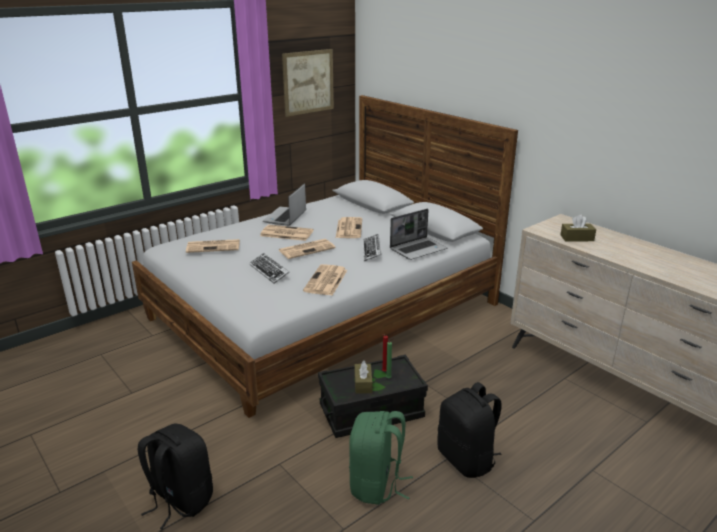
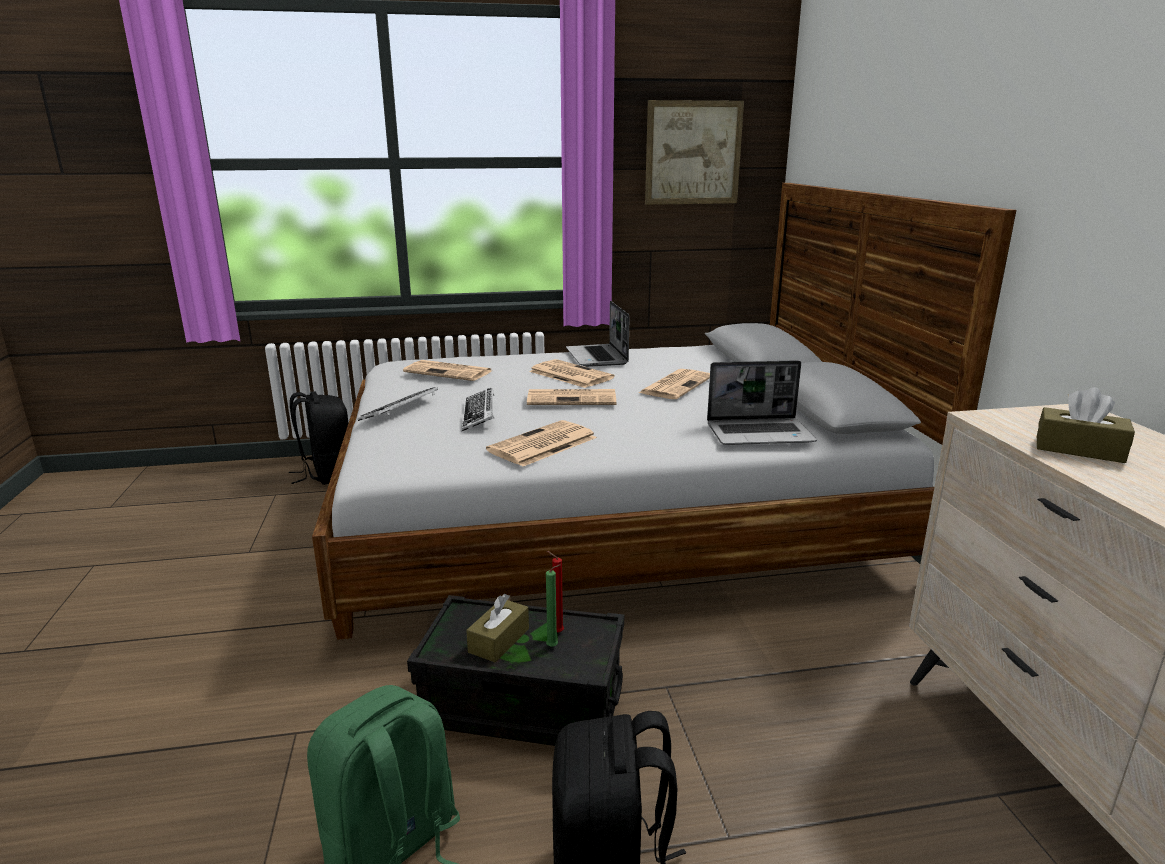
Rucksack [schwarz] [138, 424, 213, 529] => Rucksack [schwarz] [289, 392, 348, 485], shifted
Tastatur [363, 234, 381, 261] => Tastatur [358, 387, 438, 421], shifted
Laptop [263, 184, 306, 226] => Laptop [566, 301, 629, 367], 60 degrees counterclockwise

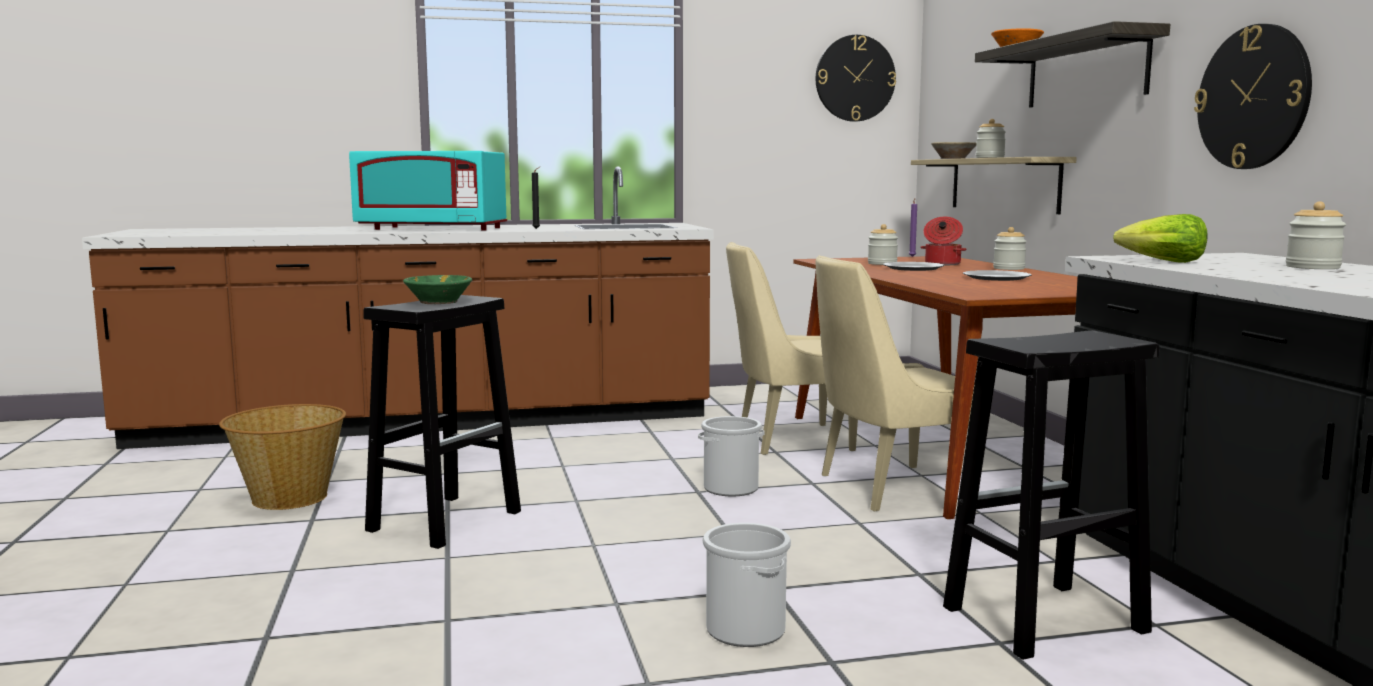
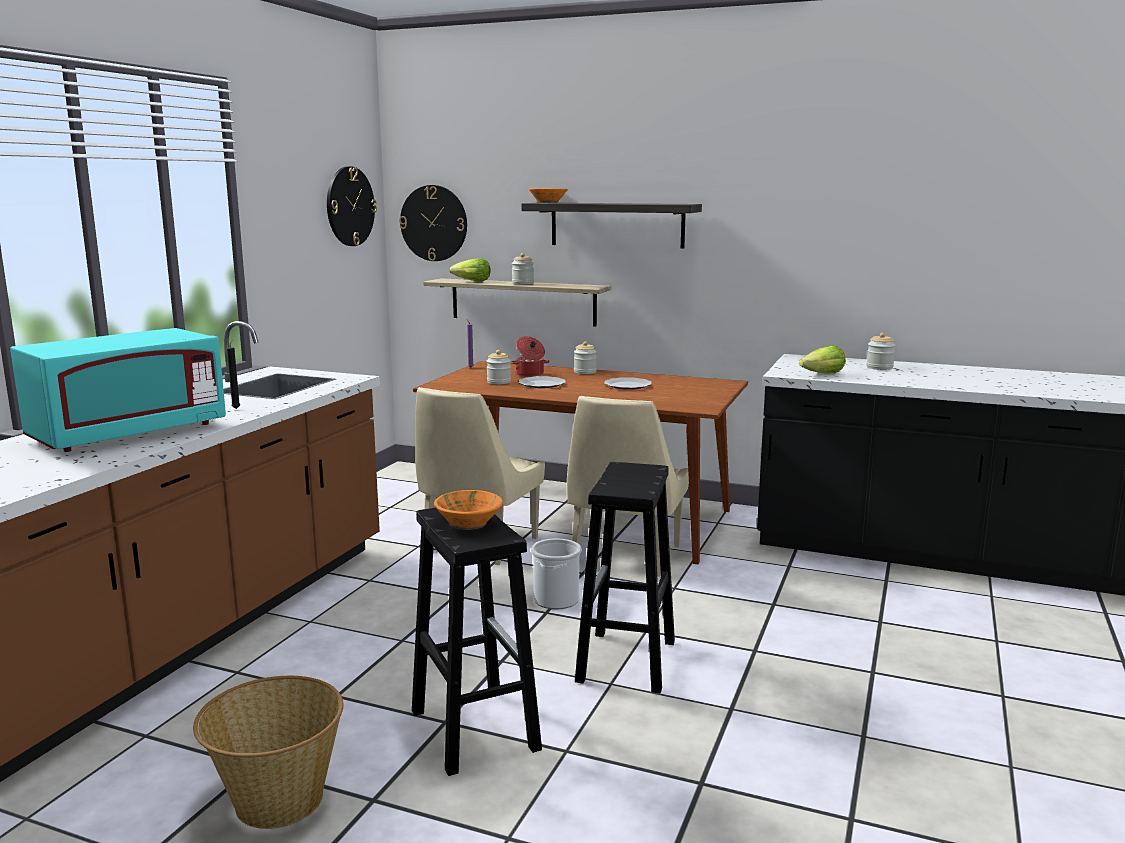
Wanduhr [1194, 24, 1312, 169] => Wanduhr [399, 185, 467, 261], shifted
Schüssel [grün] [403, 275, 472, 304] => Schüssel [orange] [434, 490, 503, 530]
Schüssel [beige] [931, 142, 977, 159] => Salatkopf [449, 258, 490, 282]
Hocker [schwarz] [943, 330, 1159, 660] => Hocker [schwarz] [575, 462, 675, 693], shifted
Eimer [703, 523, 791, 647] => nothing

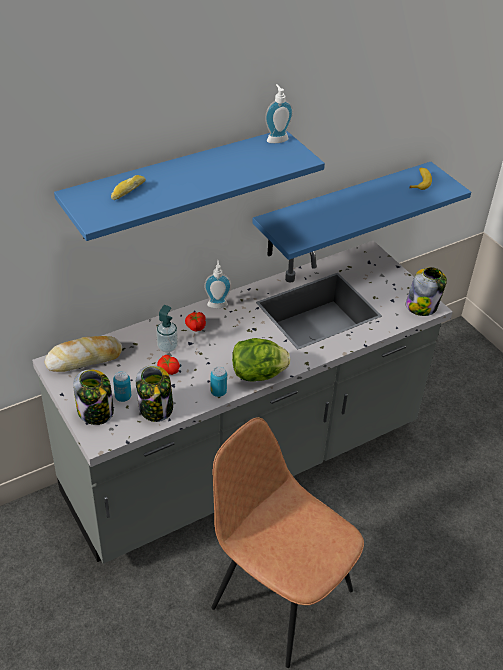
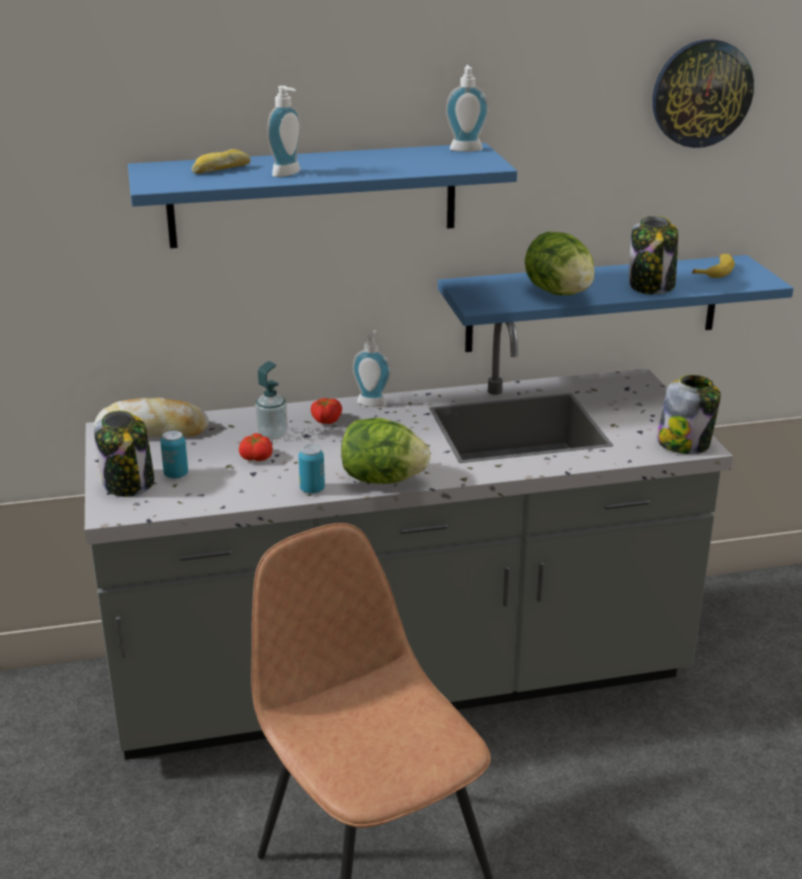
nothing => Seifenspender [267, 86, 301, 177]
nothing => Salatkopf [525, 232, 595, 295]
Vorratsglas [136, 365, 173, 422] => Vorratsglas [629, 216, 678, 294], shifted
nothing => Wanduhr [653, 39, 754, 148]

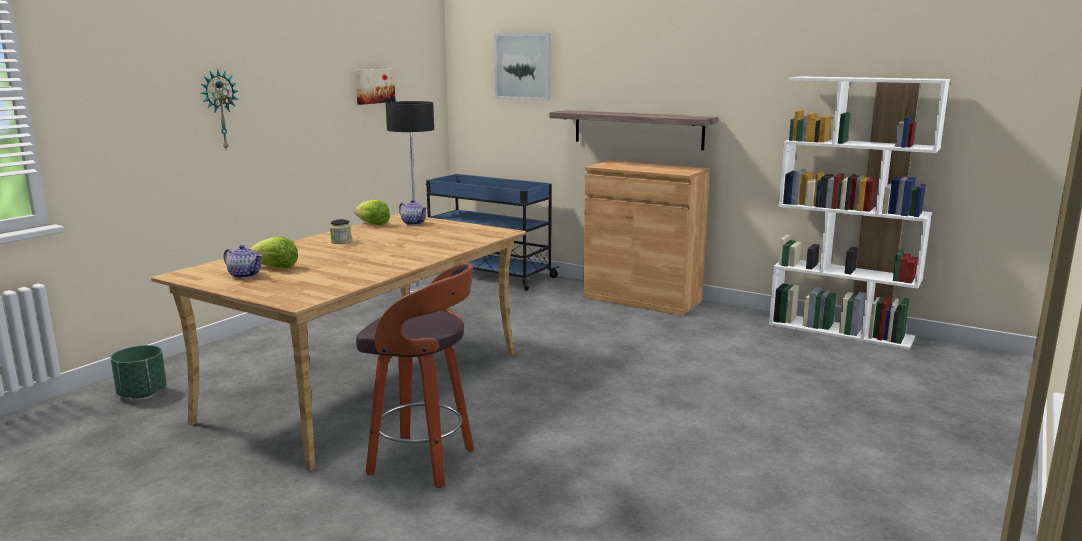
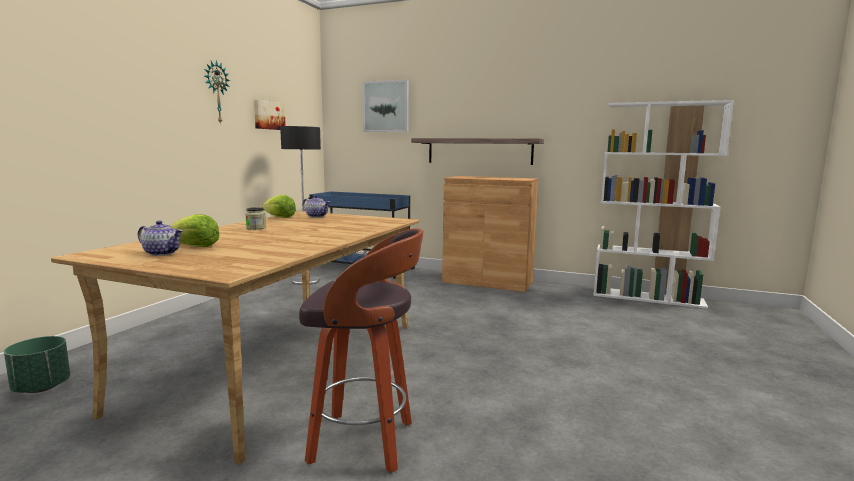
Wanduhr [201, 69, 238, 151] => Wanduhr [205, 60, 230, 124], shifted

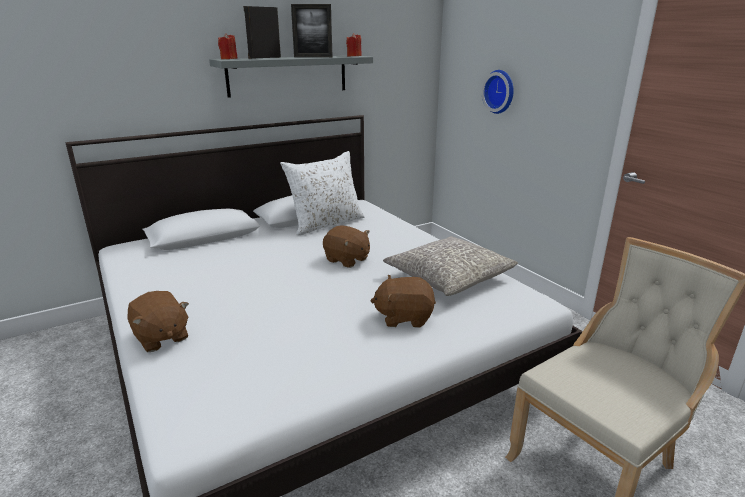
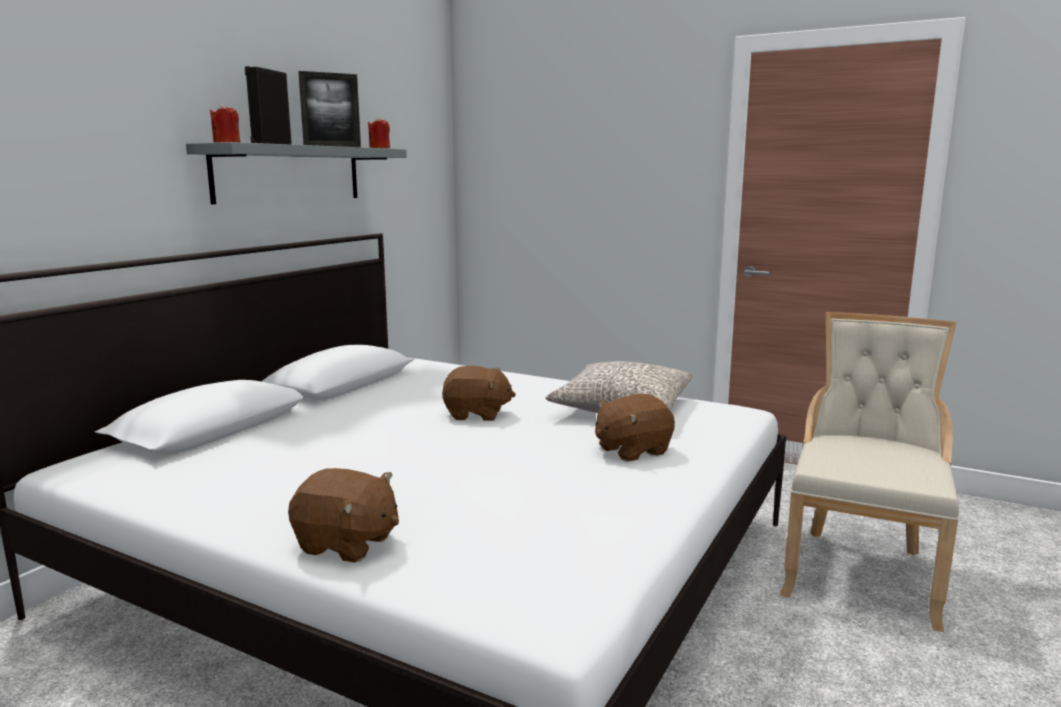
Kissen [weiß] [280, 151, 365, 235] => nothing
Wanduhr [482, 70, 514, 114] => nothing

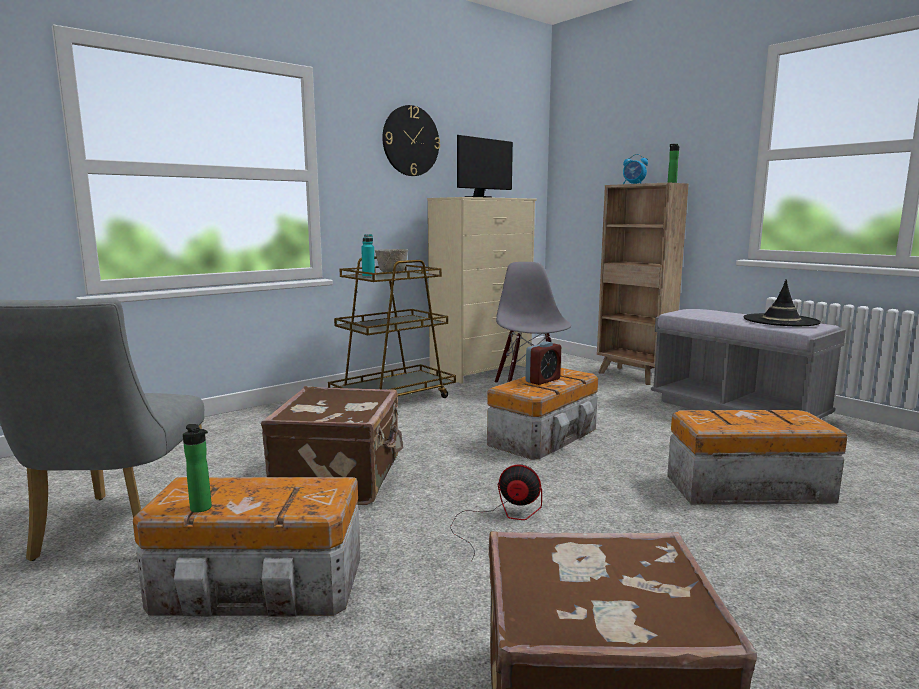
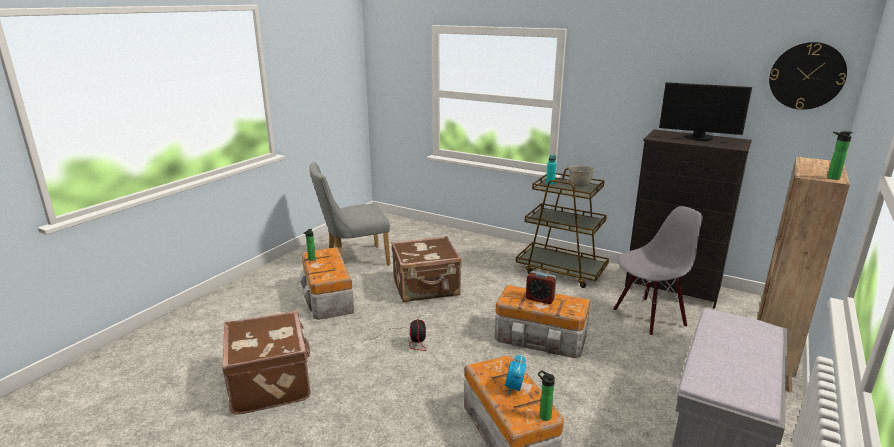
Wecker [623, 154, 648, 184] => Wecker [505, 354, 526, 394], shifted
nothing => Flasche [538, 370, 555, 421]
Kommode [beige] [427, 197, 537, 384] => Kommode [schwarz] [625, 129, 752, 308]
Wanduhr [383, 105, 440, 176] => Wanduhr [769, 42, 847, 110], shifted
Hut [schwarz] [743, 279, 821, 326] => nothing

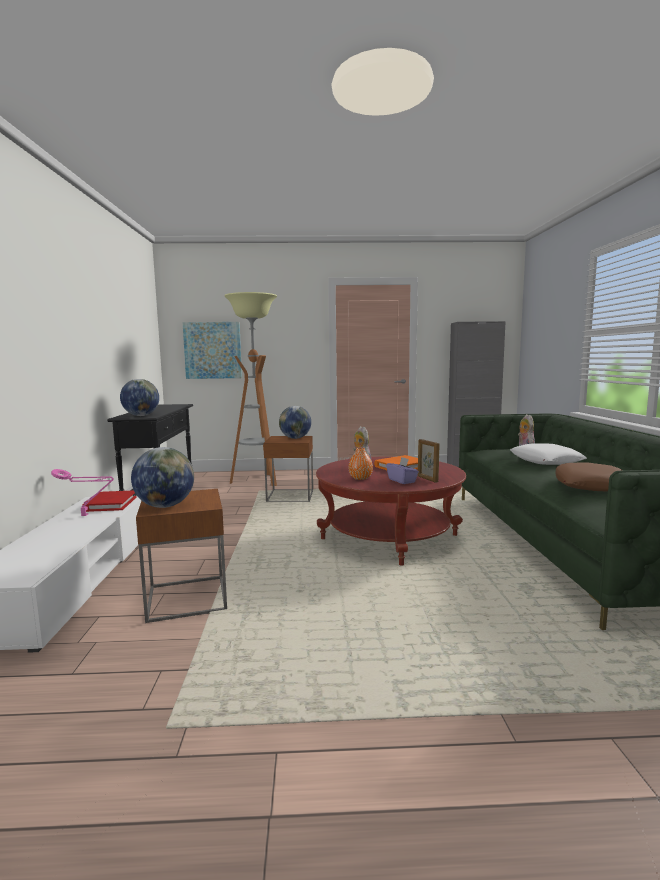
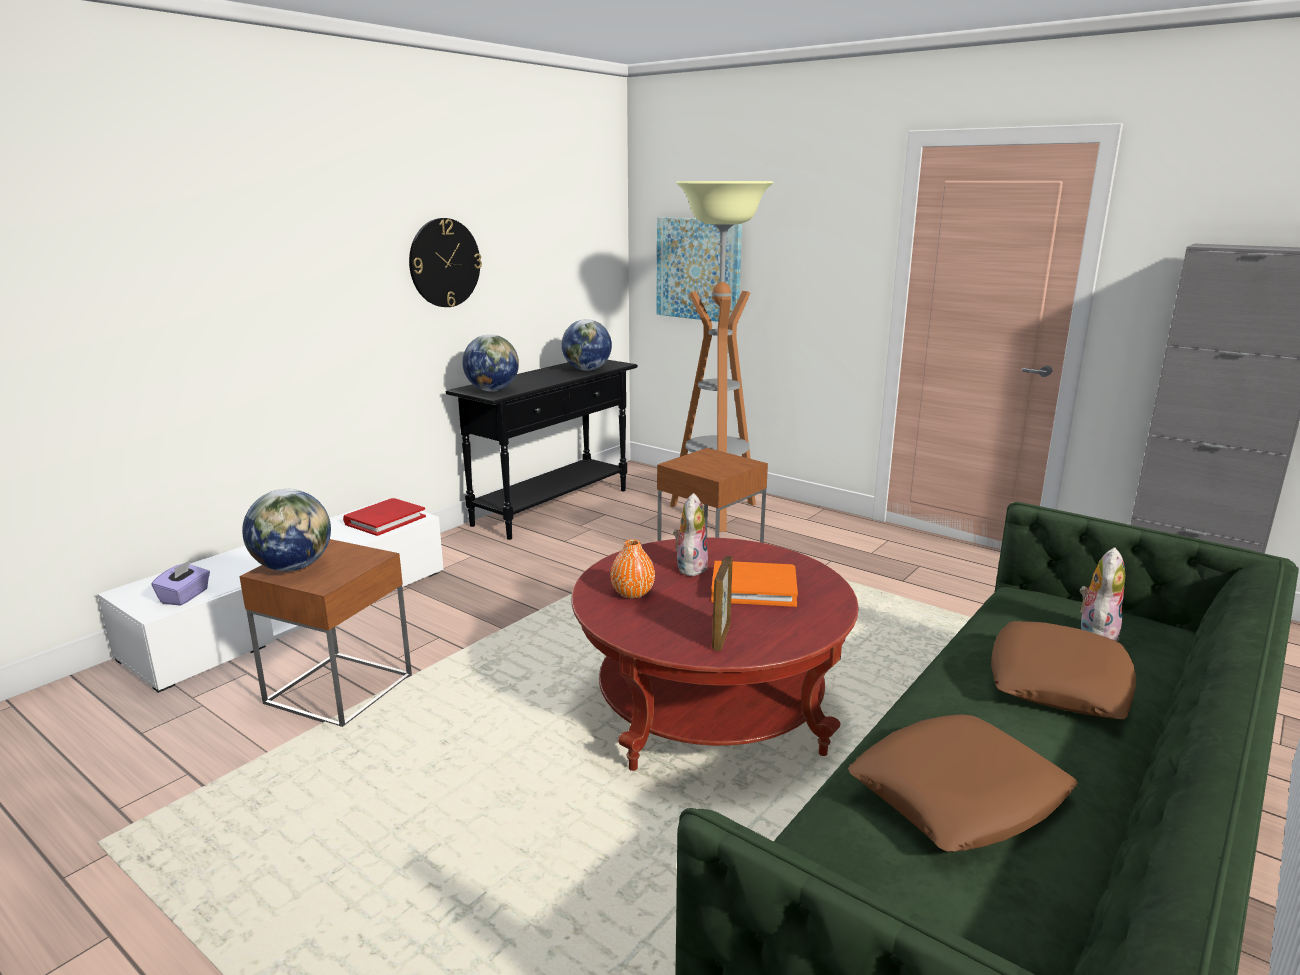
Taschentuchbox [lila] [386, 457, 419, 484] => Taschentuchbox [lila] [151, 560, 210, 606], shifted
nothing => Wanduhr [409, 218, 482, 307]
Globus [279, 406, 311, 439] => Globus [562, 319, 612, 371], shifted
Kissen [weiß] [510, 443, 587, 465] => Kissen [braun] [991, 621, 1136, 719]
Tischlampe [rosa] [51, 469, 114, 516] => nothing

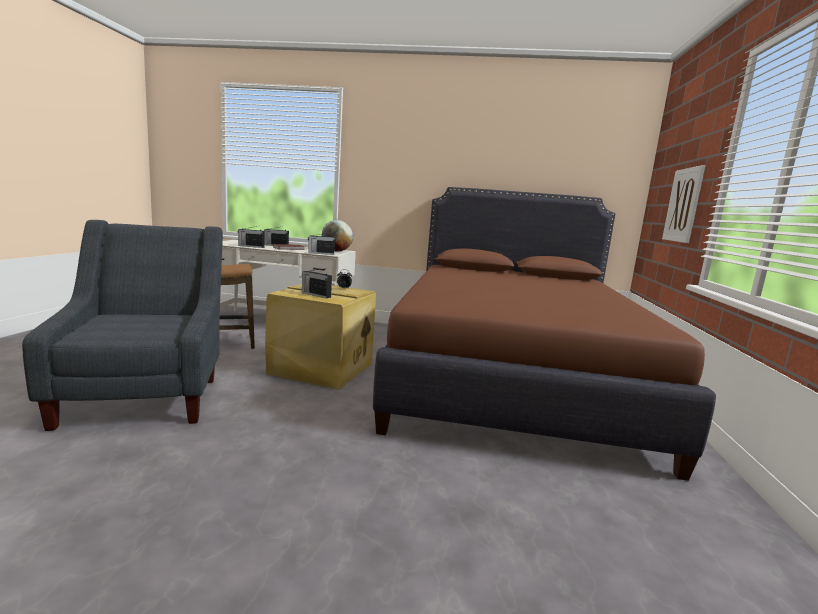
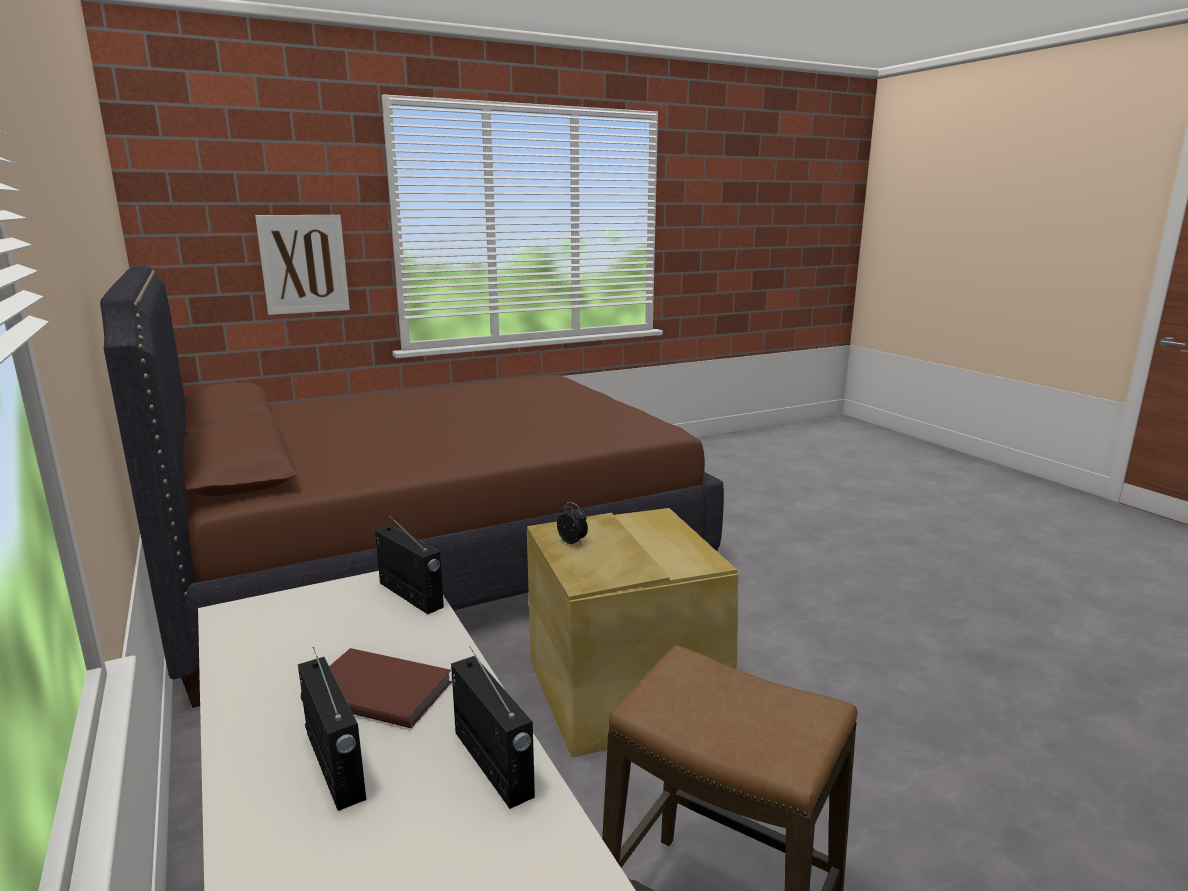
Sessel [grau] [22, 220, 223, 431] => nothing
Radio [302, 269, 332, 298] => nothing
Globus [322, 220, 353, 251] => nothing

